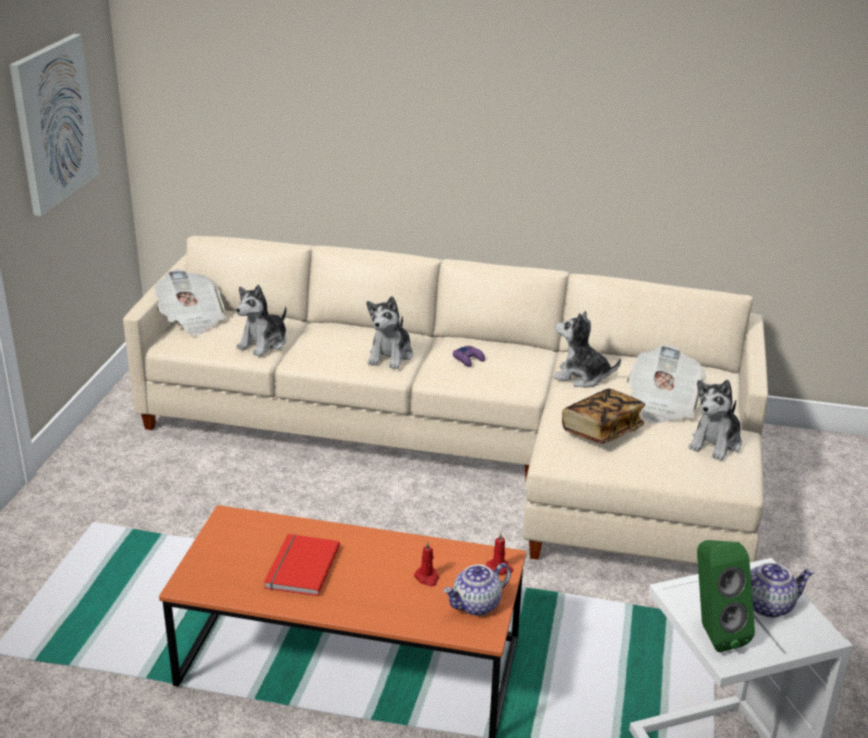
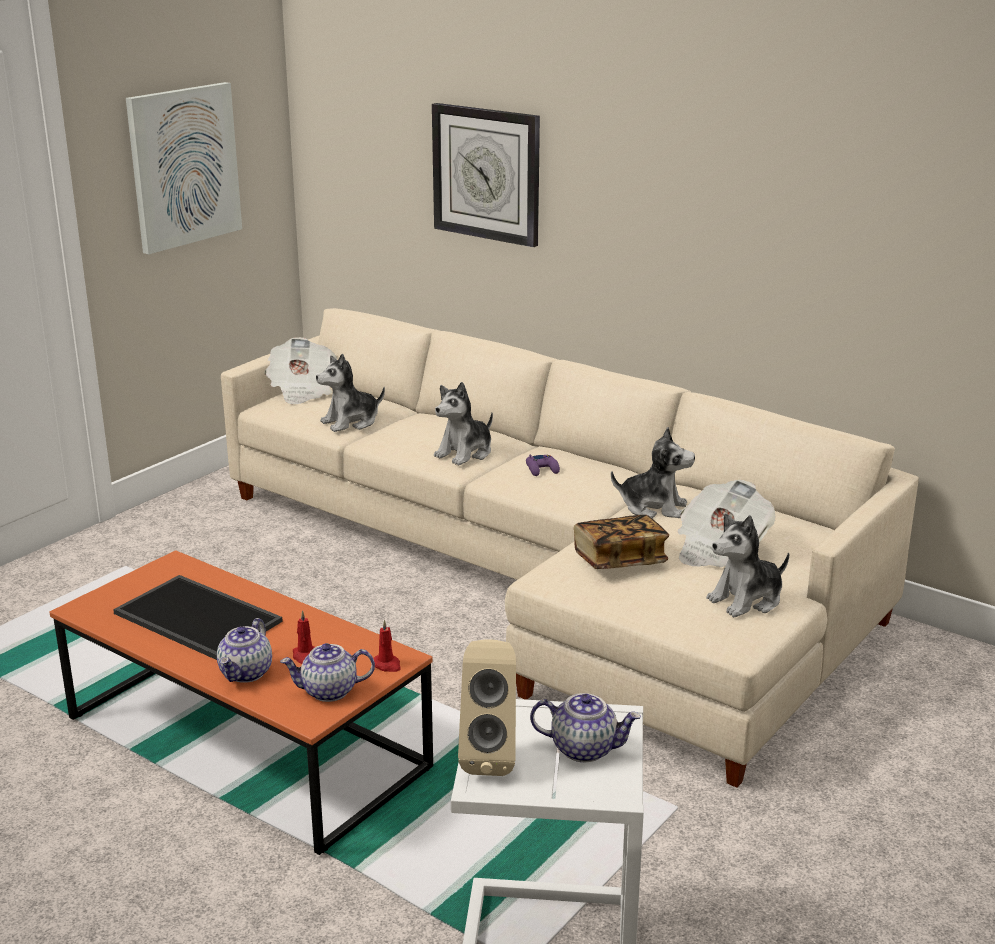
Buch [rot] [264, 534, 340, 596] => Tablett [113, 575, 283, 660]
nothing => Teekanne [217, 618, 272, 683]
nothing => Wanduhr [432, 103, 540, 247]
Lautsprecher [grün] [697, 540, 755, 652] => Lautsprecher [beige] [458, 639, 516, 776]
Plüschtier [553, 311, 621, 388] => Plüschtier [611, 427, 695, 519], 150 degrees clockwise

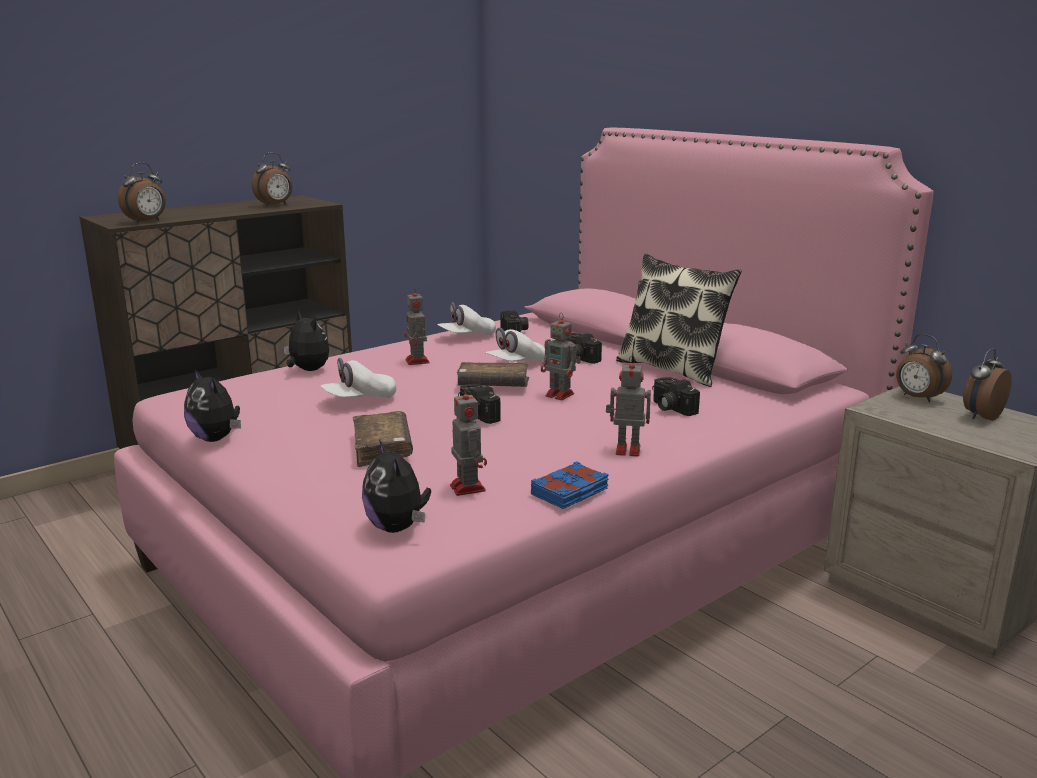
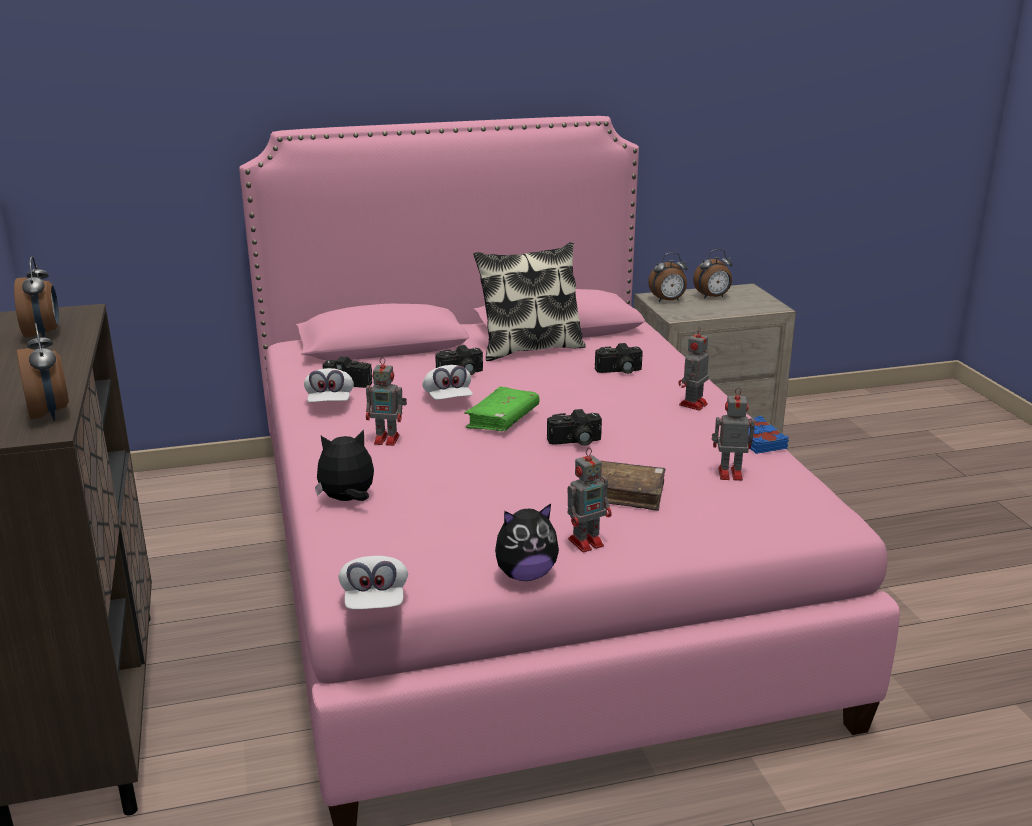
Kappe [weiß] [321, 358, 396, 398] => Kappe [weiß] [339, 556, 408, 609], shifted
Buch [braun] [457, 362, 529, 387] => Buch [grün] [464, 386, 539, 431]
Spielzeugroboter [541, 314, 581, 400] => Spielzeugroboter [567, 448, 612, 552], shifted
Wecker [963, 348, 1012, 421] => Wecker [693, 249, 733, 299], 90 degrees counterclockwise
Plüschtier [362, 440, 431, 533] => nothing

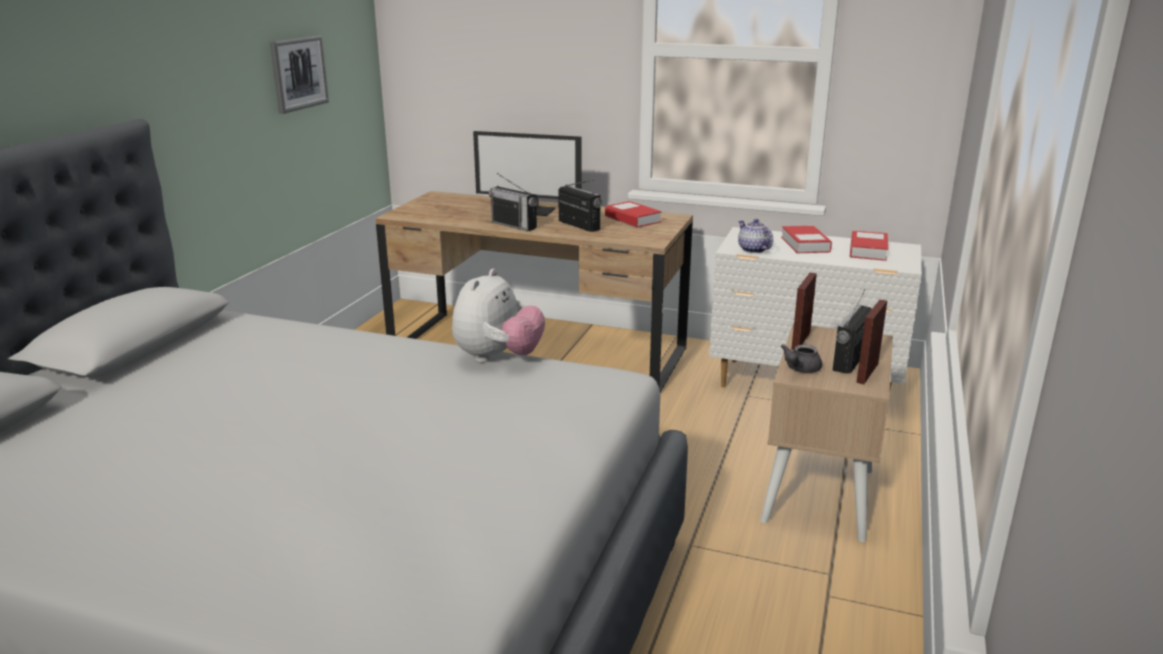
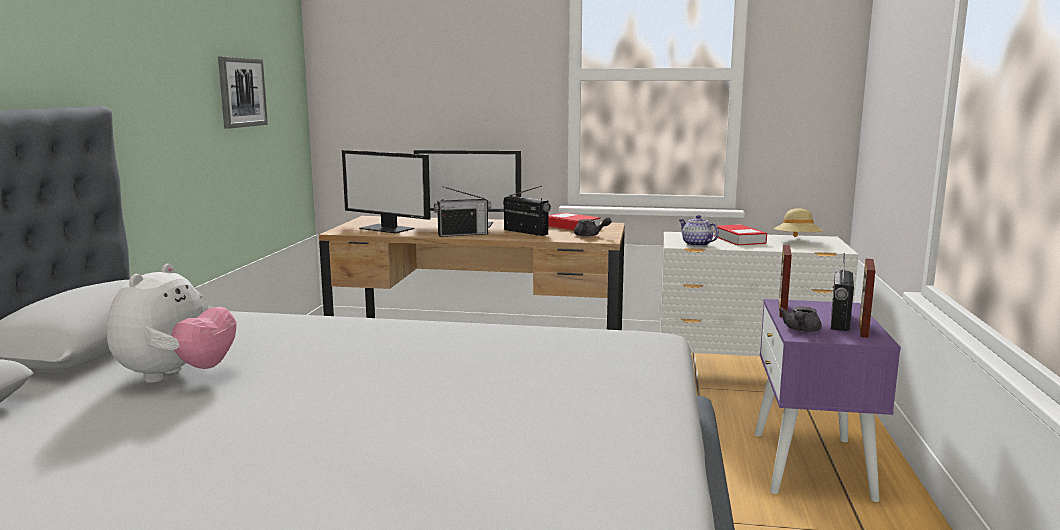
Plüschtier [452, 269, 545, 363] => Plüschtier [106, 264, 237, 383], shifted
nothing => Monitor [342, 150, 431, 234]
Radio [489, 173, 537, 231] => Radio [434, 186, 491, 237], 45 degrees counterclockwise
nothing => Teekanne [grau] [574, 217, 611, 237]
Nachttisch [beige] [760, 323, 893, 542] => Nachttisch [lila] [754, 299, 901, 502]
Buch [850, 230, 888, 261] => Hut [beige] [774, 208, 823, 237]

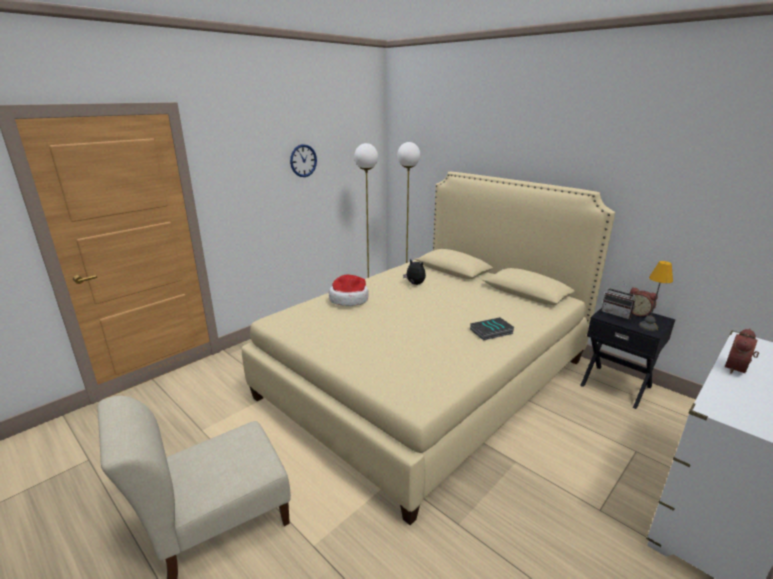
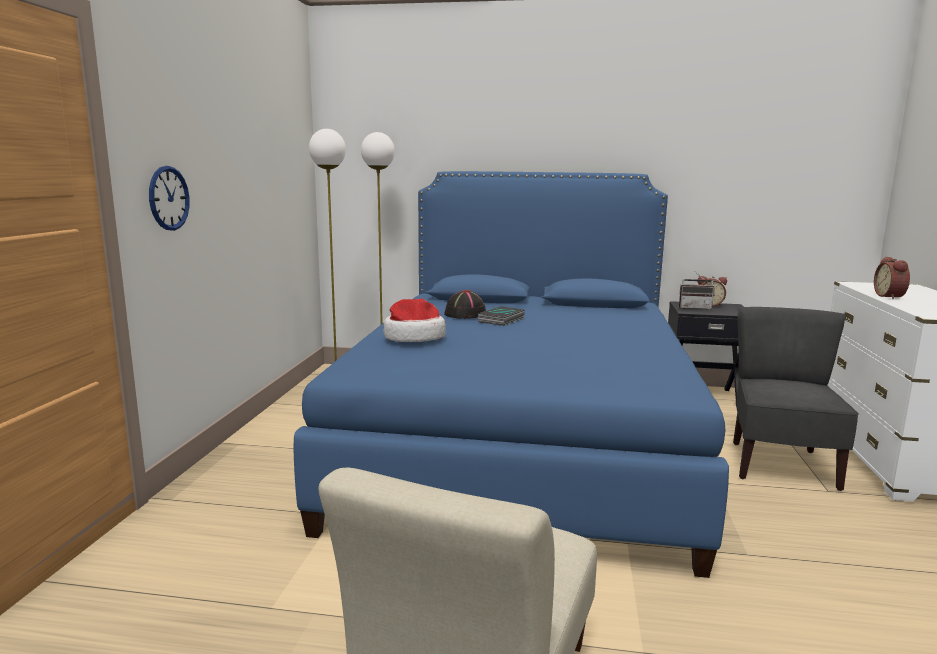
Wanduhr [290, 144, 317, 177] => Wanduhr [149, 166, 190, 231], shifted
Bett [beige] [242, 172, 615, 525] => Bett [blau] [294, 171, 729, 578]
Plüschtier [403, 259, 426, 285] => Hut [schwarz] [444, 290, 486, 319]
Buch [470, 317, 515, 341] => Buch [478, 306, 525, 326], shifted
nothing => Stuhl [grau] [733, 307, 859, 491]
Tischlampe [639, 261, 673, 331] => nothing

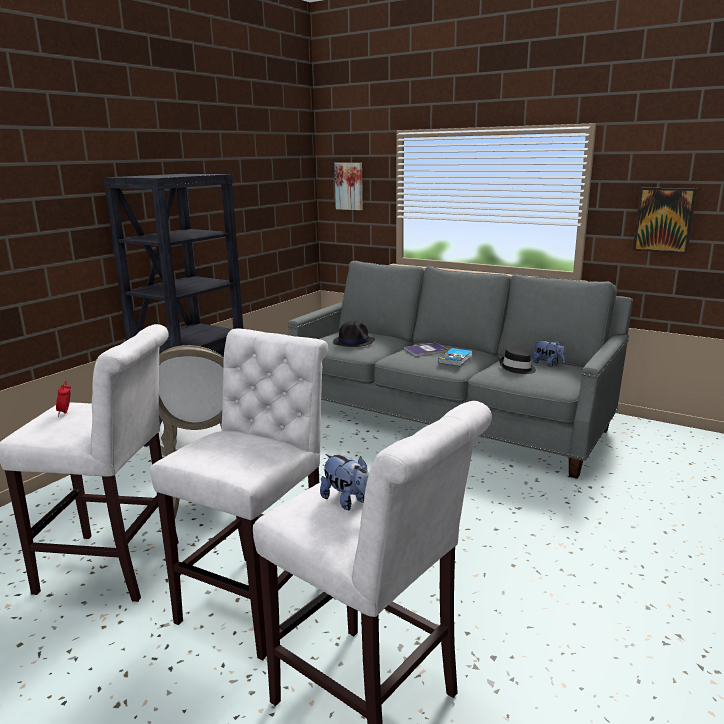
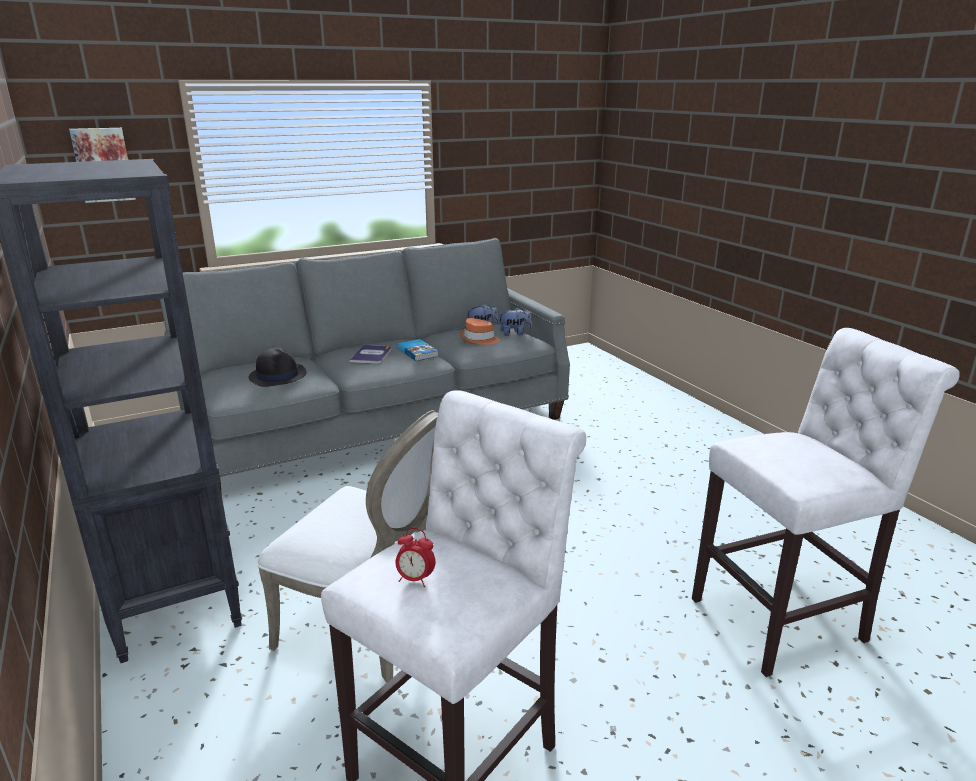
Hut [schwarz] [499, 345, 536, 374] => Hut [orange] [460, 318, 500, 345]
Plüschtier [320, 454, 369, 510] => Plüschtier [498, 307, 532, 336], shifted
Hocker [weiß] [150, 329, 328, 660] => nothing
Bild [633, 188, 697, 254] => nothing

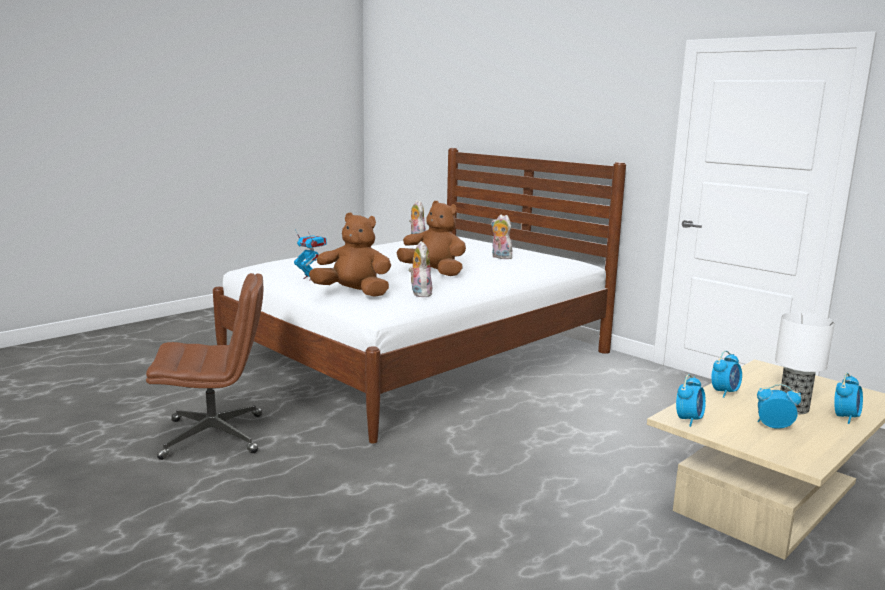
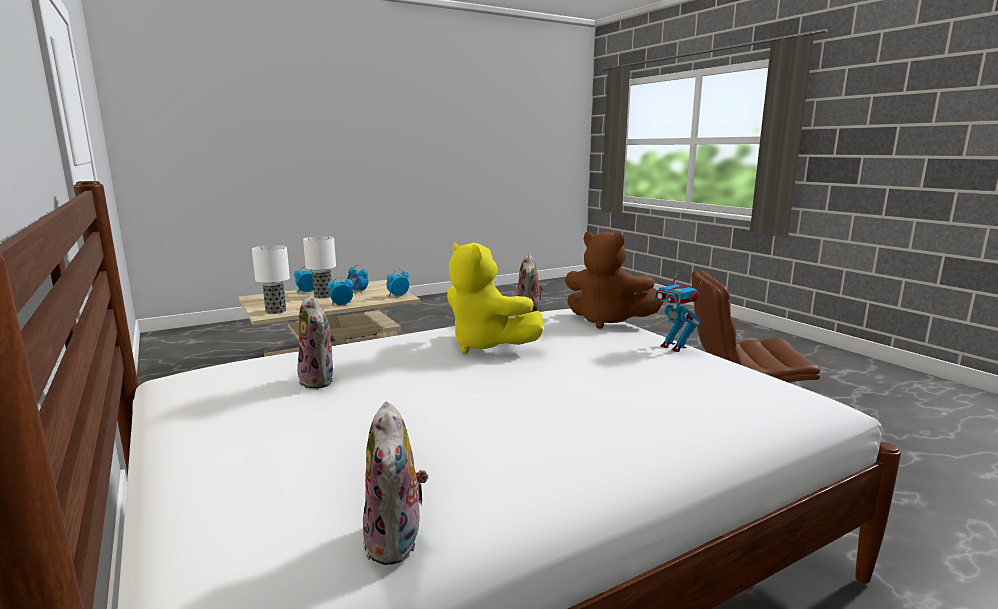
nothing => Tischlampe [252, 245, 290, 314]
Plüschtier [braun] [397, 201, 466, 276] => Plüschtier [gelb] [447, 242, 543, 354]

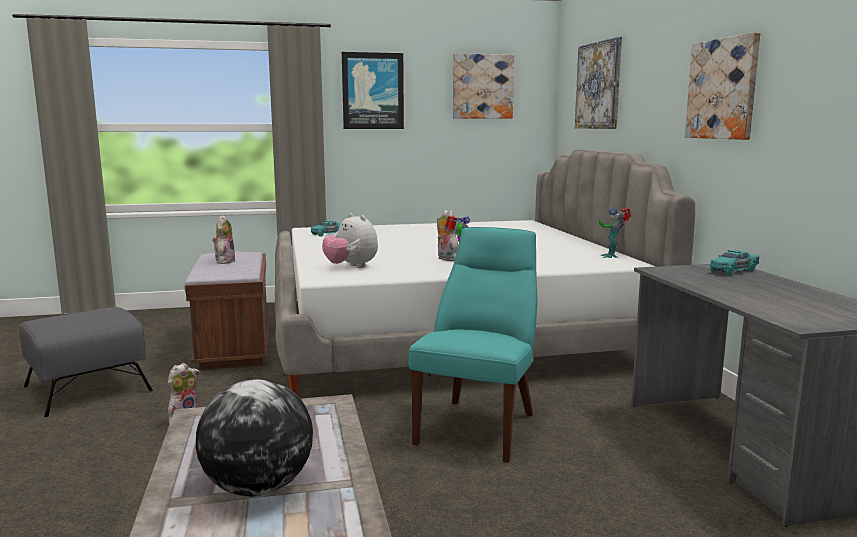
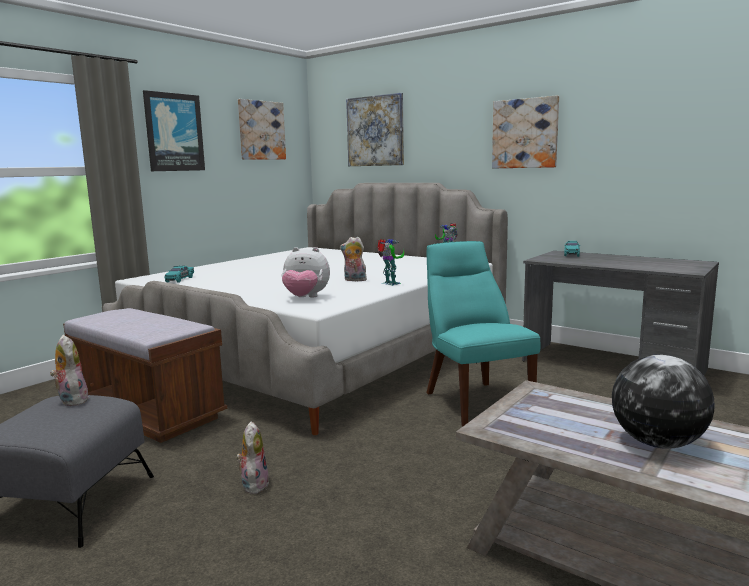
Plüschtier [212, 215, 236, 264] => Plüschtier [50, 335, 88, 406], shifted

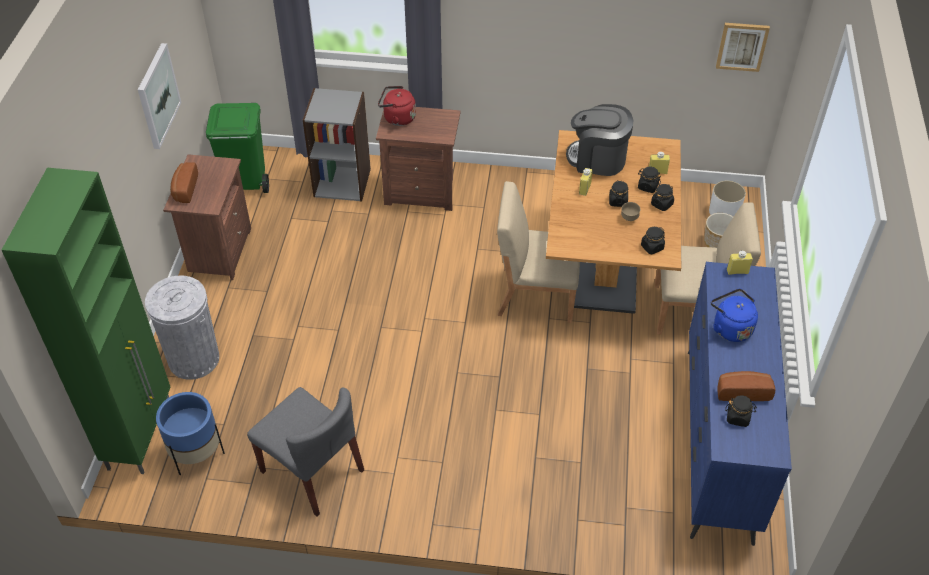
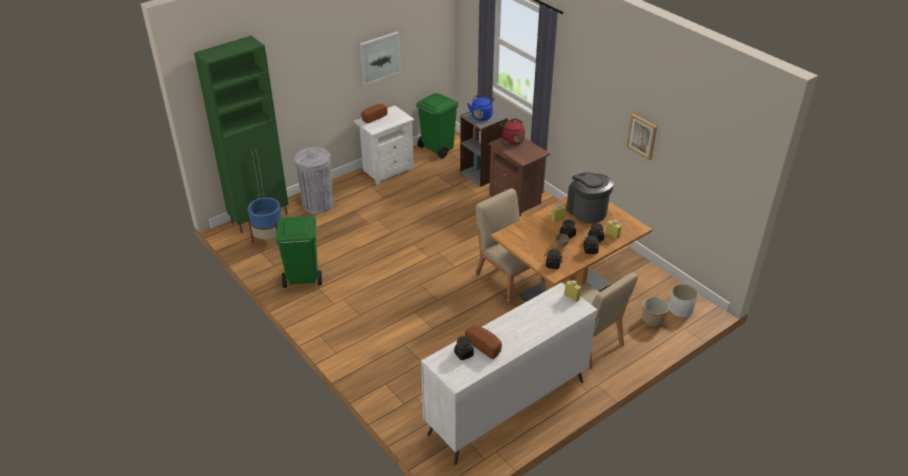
Stuhl [grau] [247, 387, 364, 516] => Mülleimer [grün] [276, 216, 322, 288]
Nachttisch [braun] [163, 154, 251, 280] => Nachttisch [weiß] [354, 106, 414, 185]
Kommode [blau] [688, 262, 792, 546] => Kommode [weiß] [421, 282, 597, 465]
Wasserkessel [blau] [711, 289, 758, 342] => Wasserkessel [blau] [467, 95, 495, 121], shifted
Bild [716, 23, 770, 72] => Bild [626, 114, 657, 160], shifted

